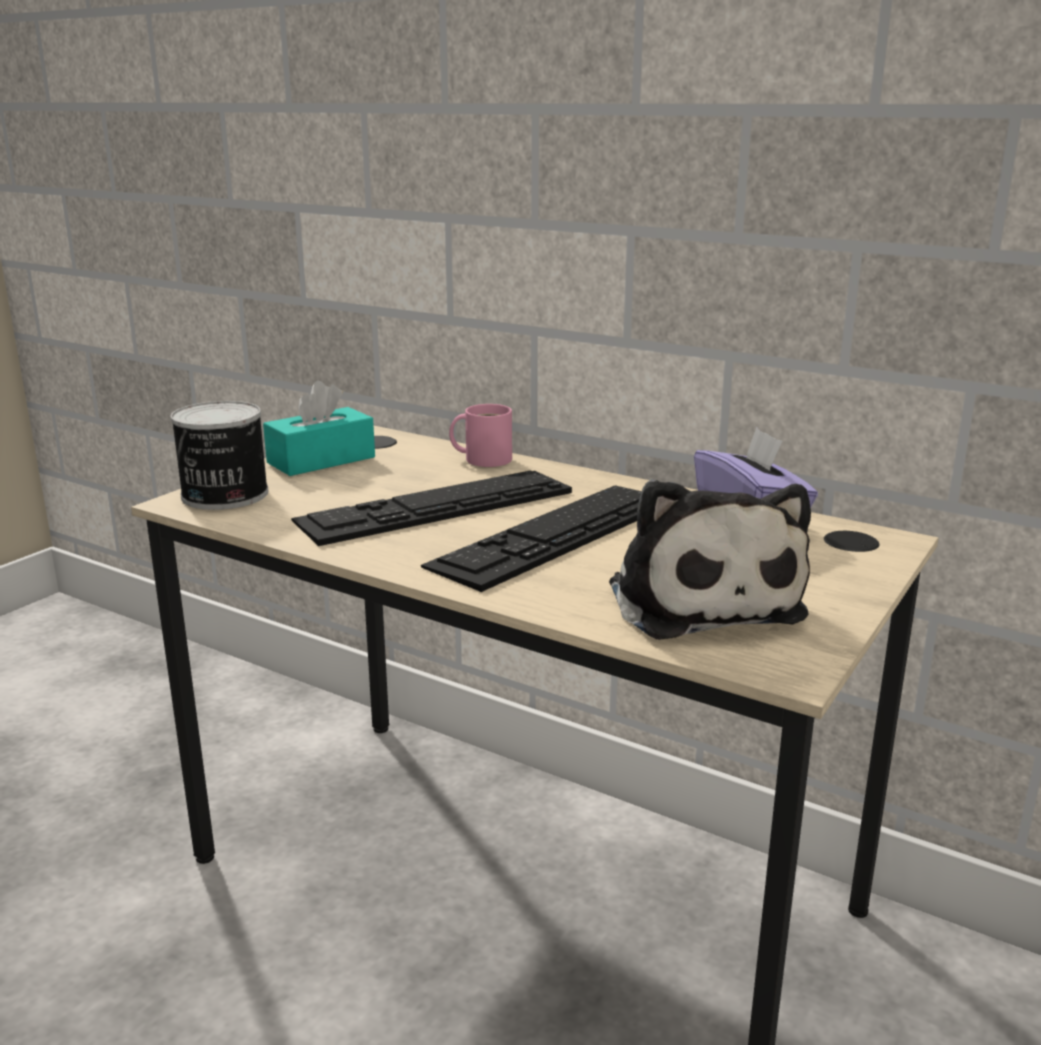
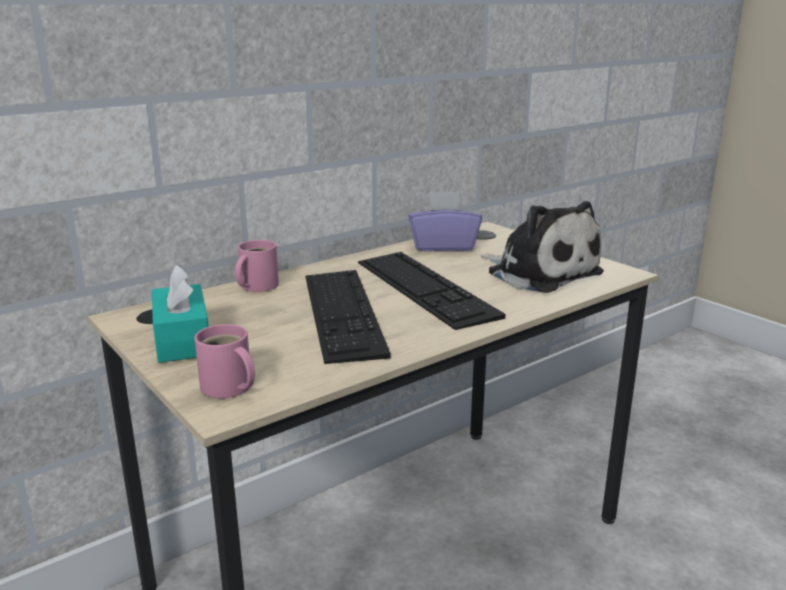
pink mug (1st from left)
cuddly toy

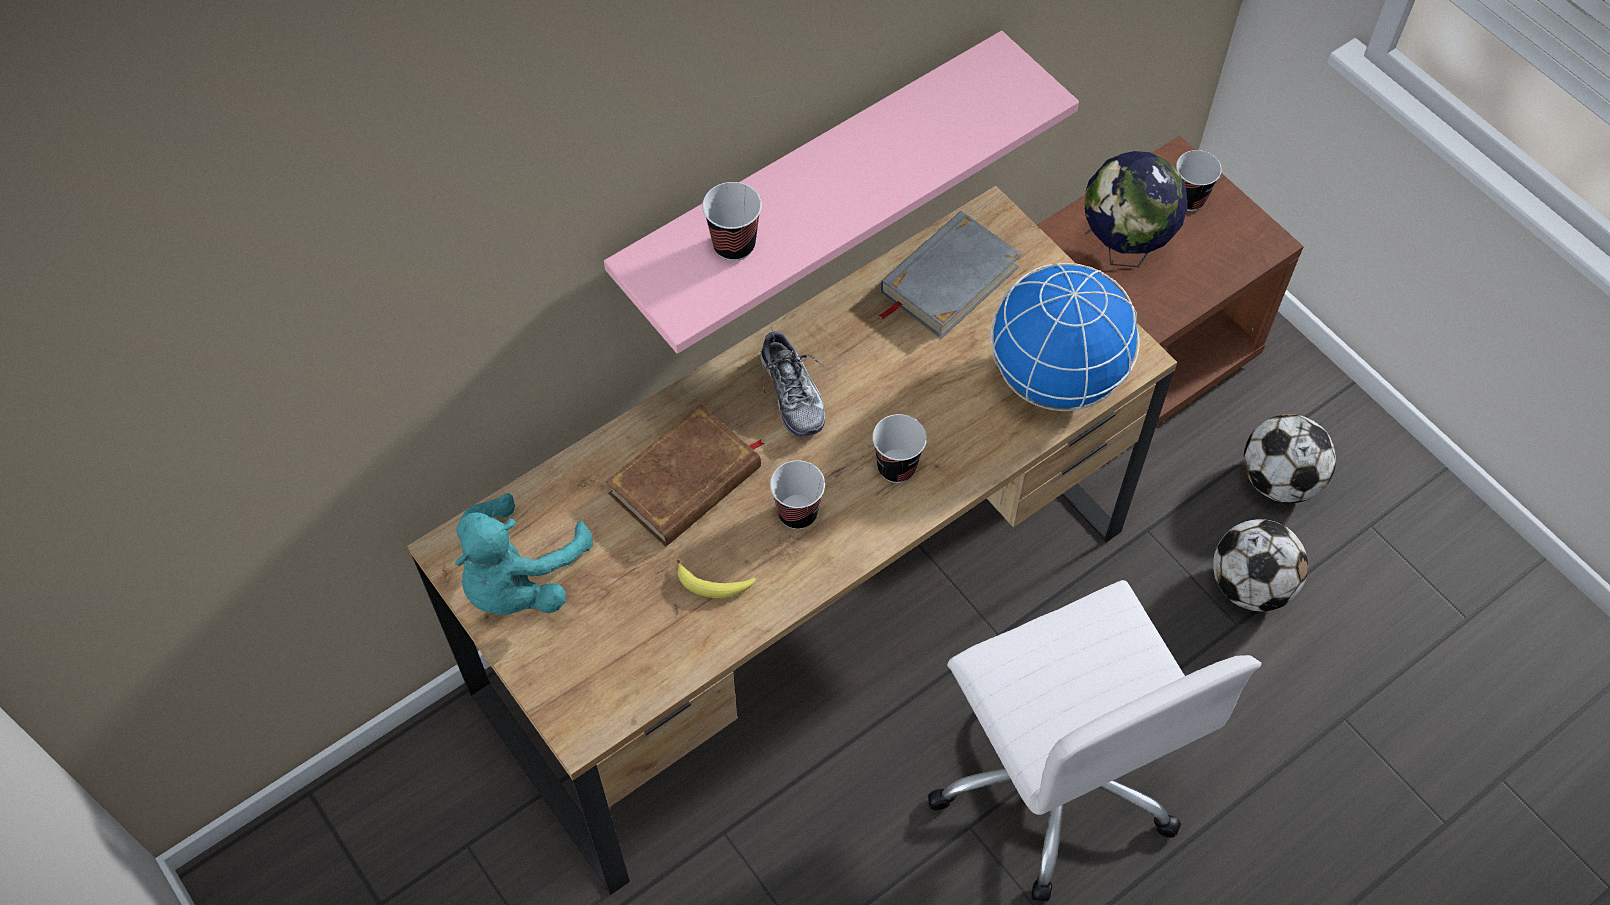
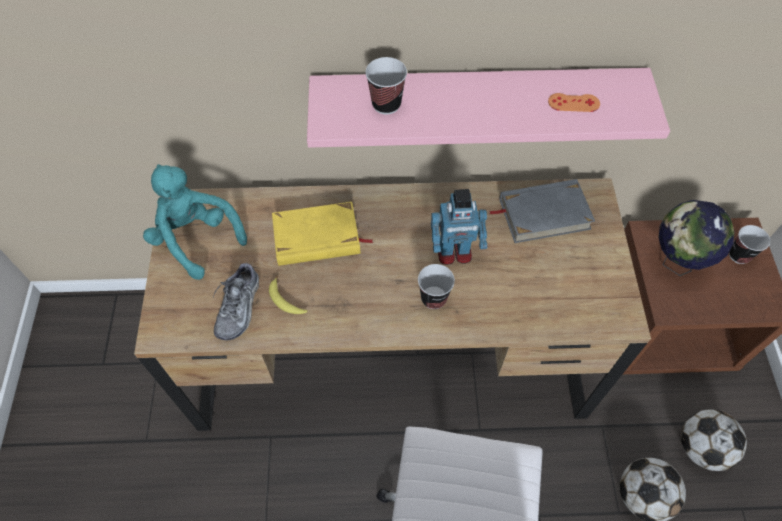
turquoise cuddly toy
shoe
yellow volume
robot figure
orangey gamepad
drinking cup (2nd from left in the first image)
world globe (1st from left in the first image)

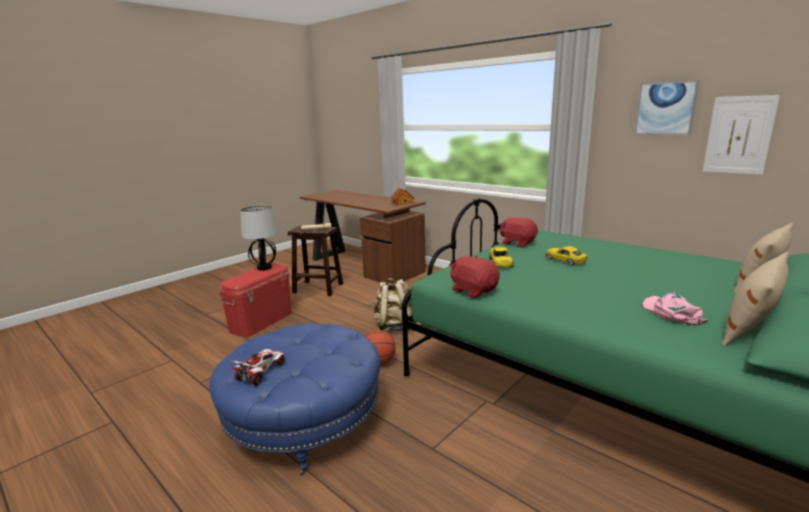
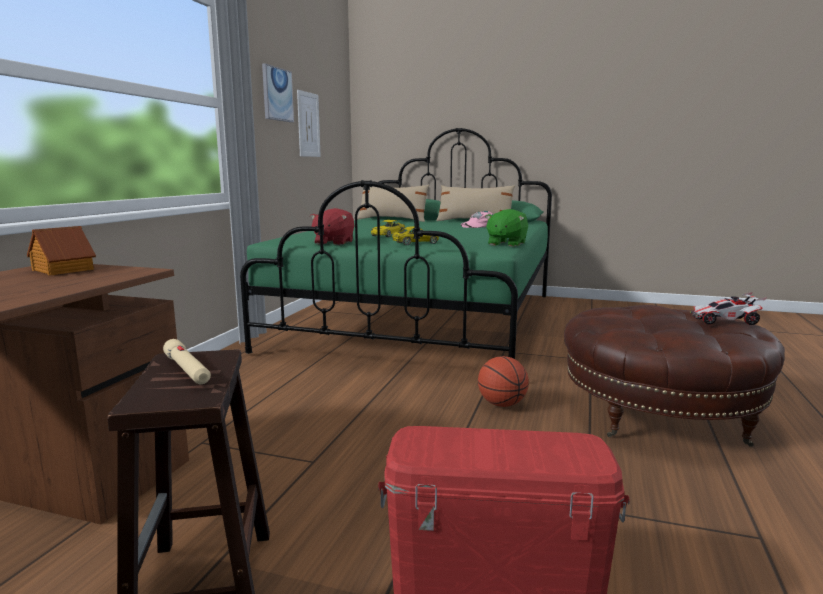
green-coloured cuddly toy
brown-coloured ottoman
lamp for a table
beige-coloured rucksack

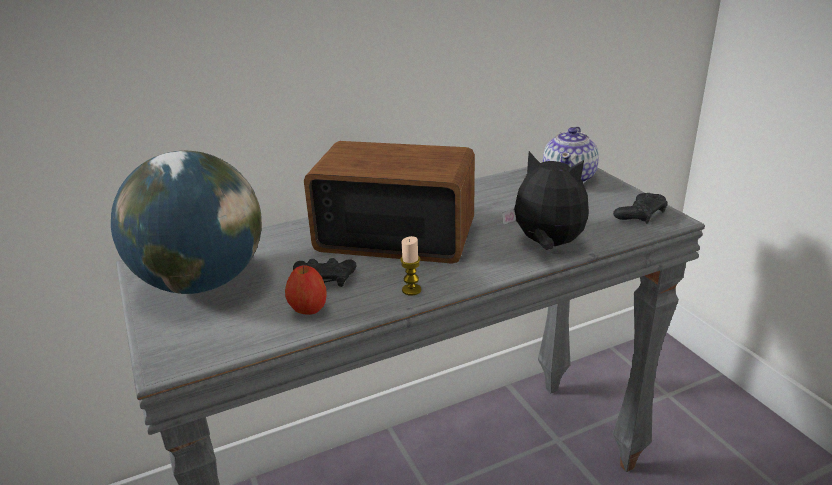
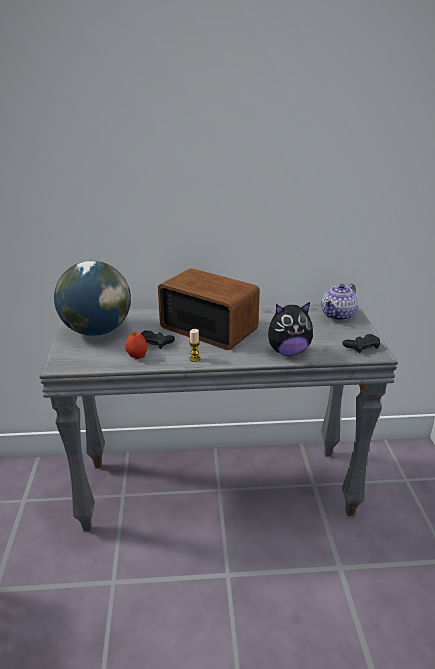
cuddly toy

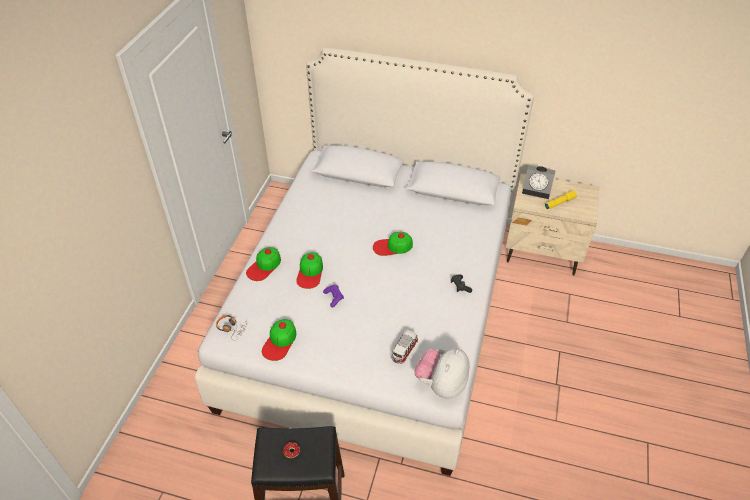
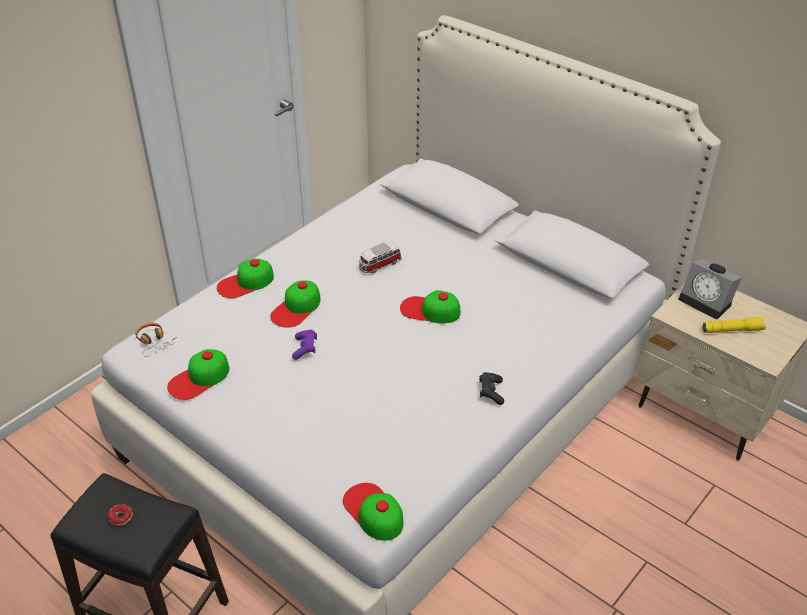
peaked cap (4th from left)
toy car

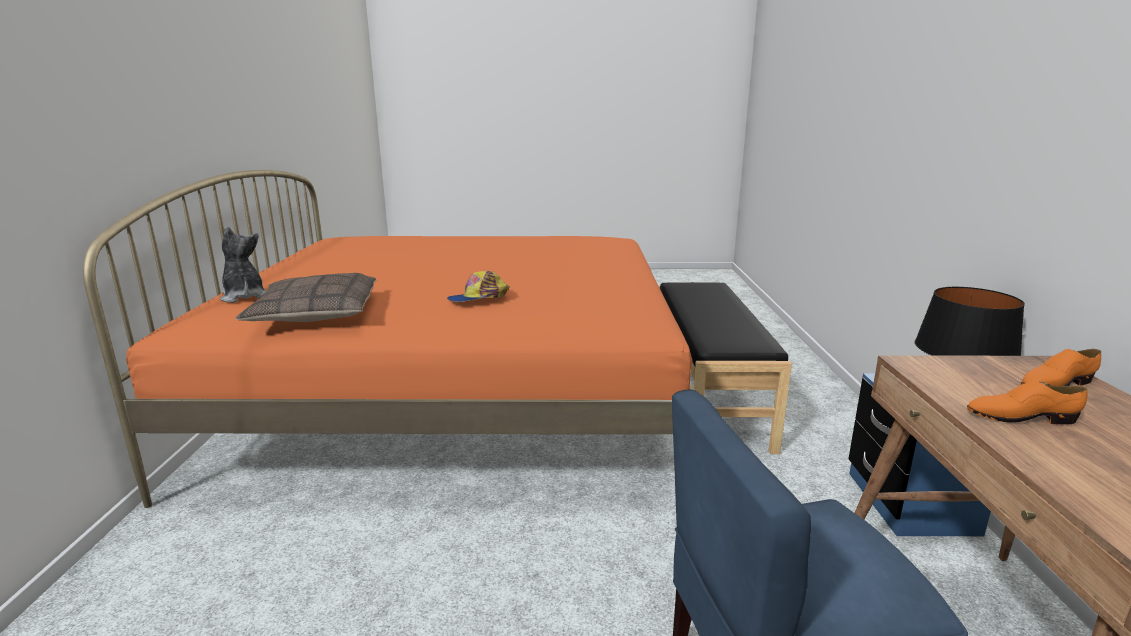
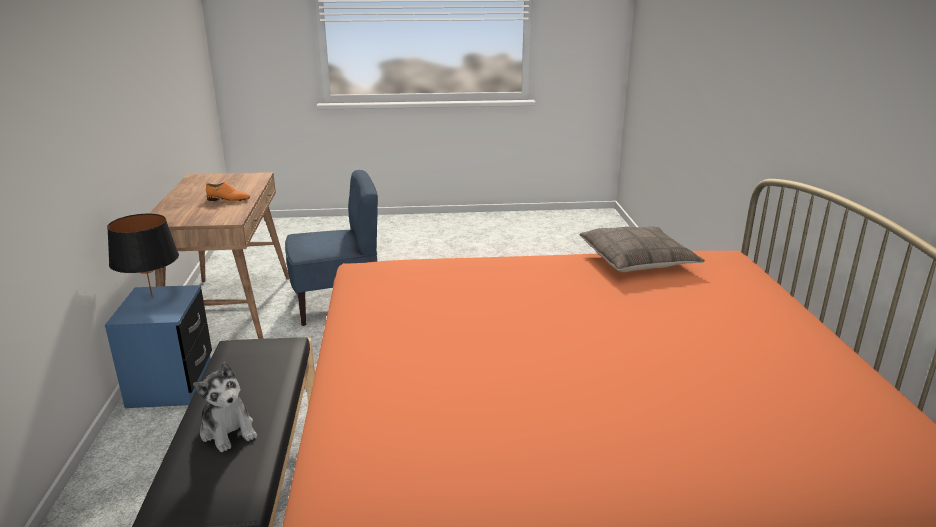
cuddly toy
peaked cap
orangey shoe (2nd from left in the first image)

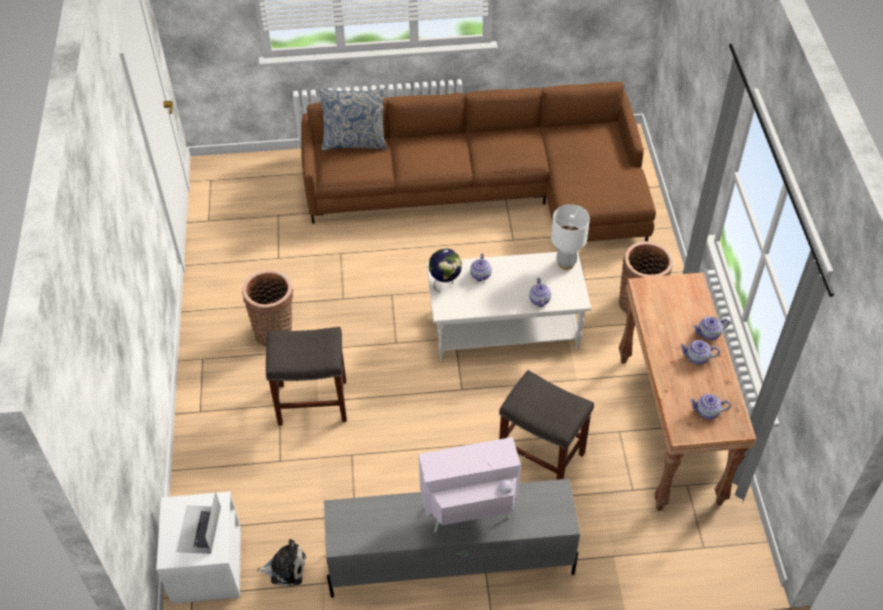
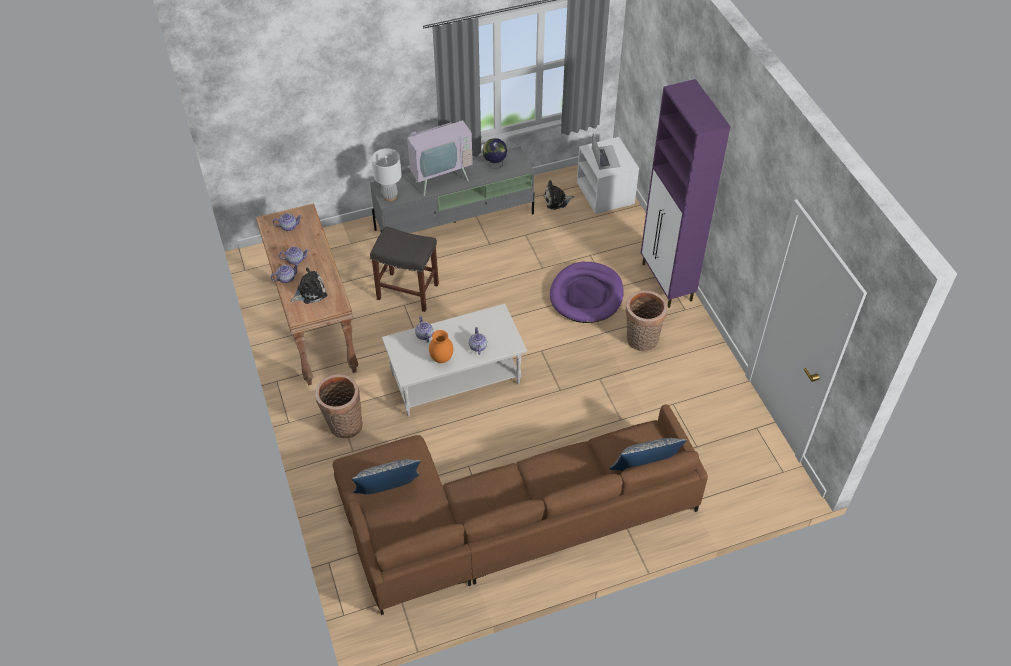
cuddly toy (1st from left)
cushion (1st from left)
white-coloured lamp for a table
orangey vase
world globe
purple-coloured pet bed
purple-coloured cupboard

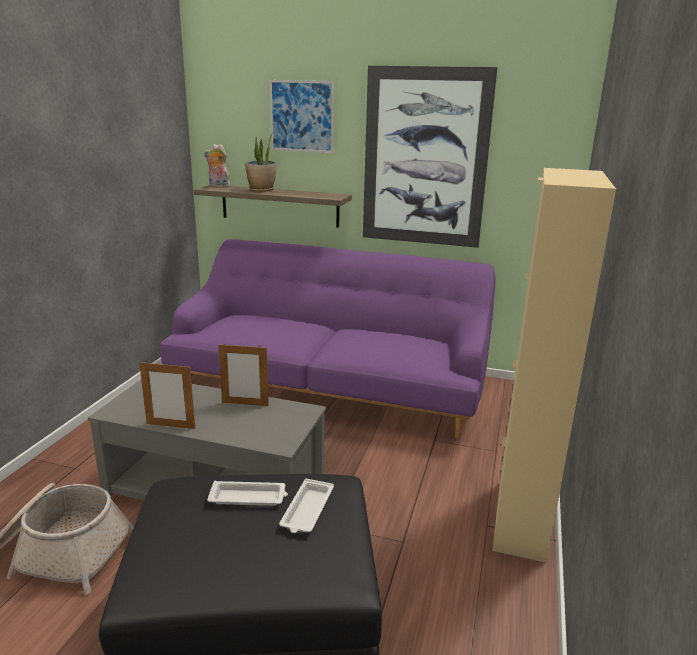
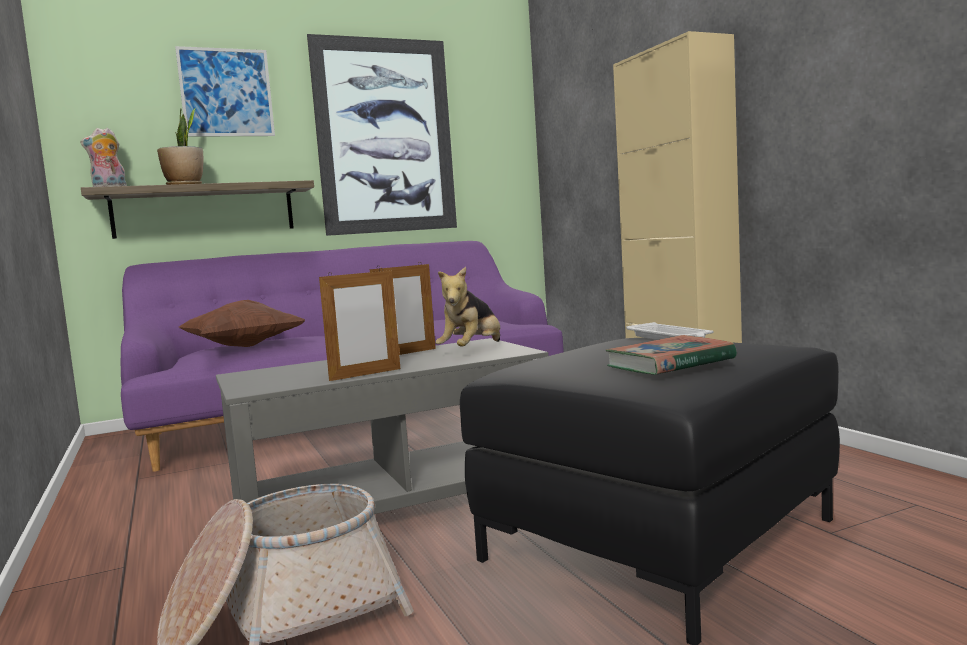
brown-coloured cushion
cuddly toy (2nd from left)
volume
white-coloured tray (1st from left in the first image)

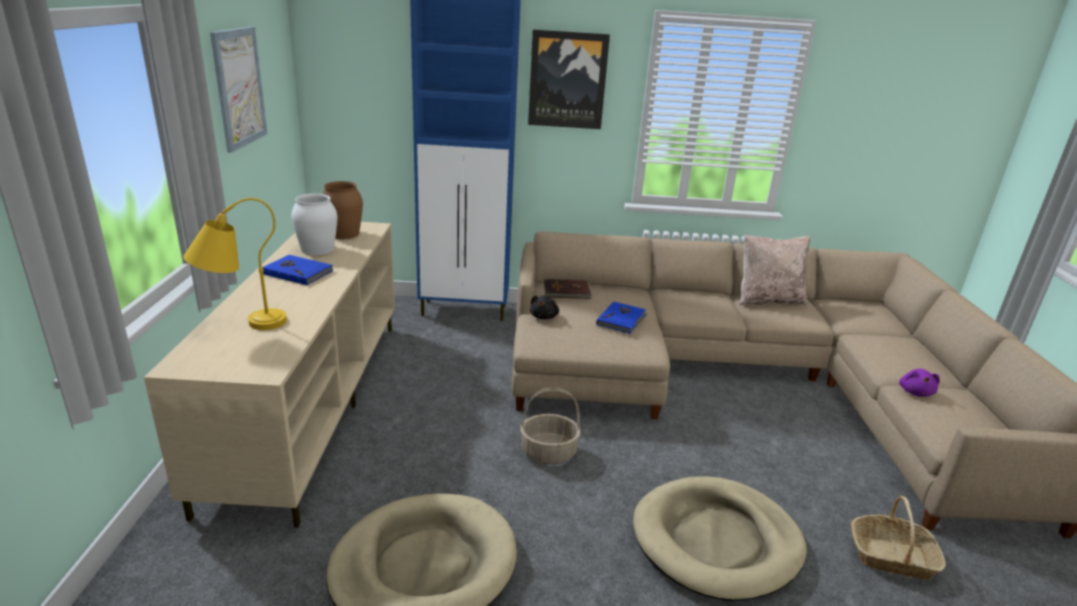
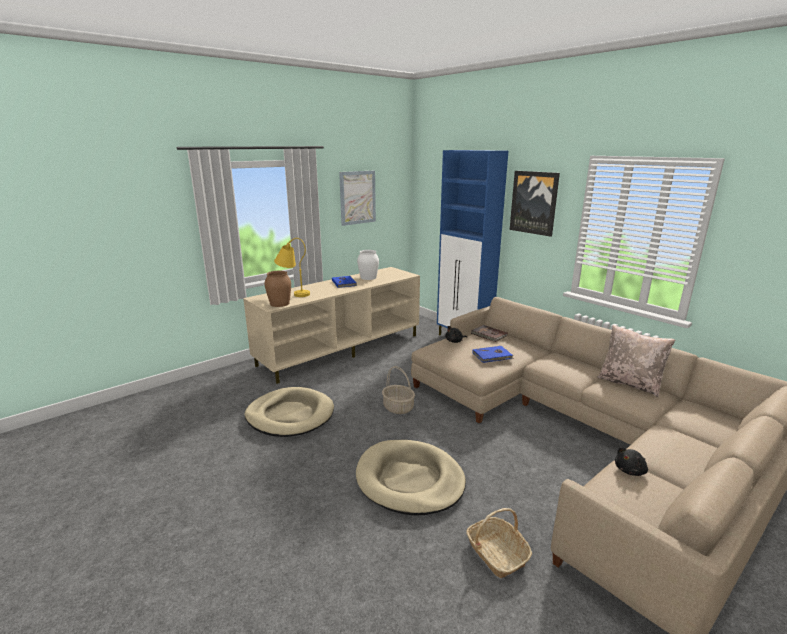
brown-coloured vase
blackish cuddly toy (2nd from left)

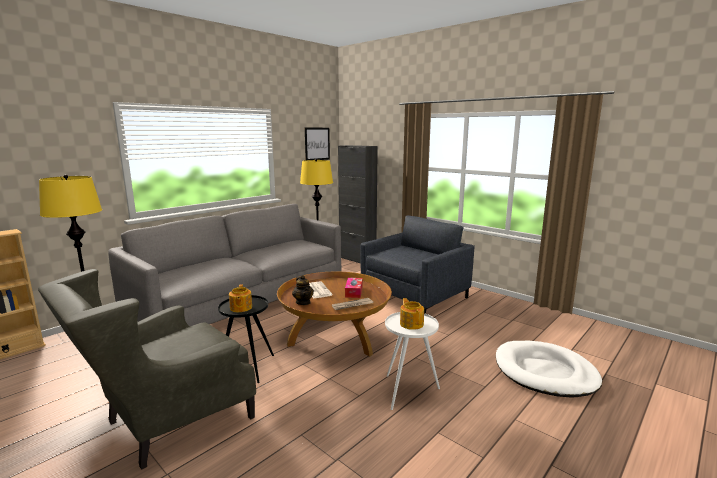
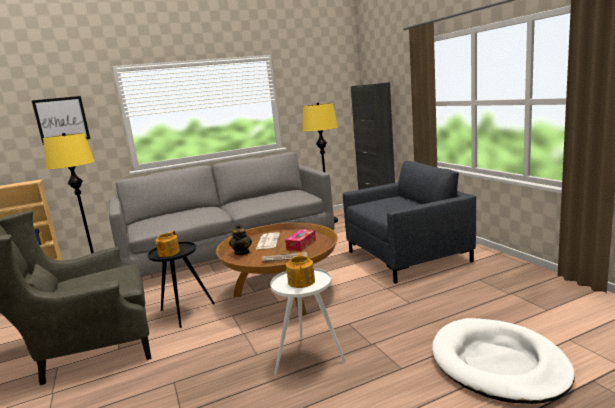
wall art

